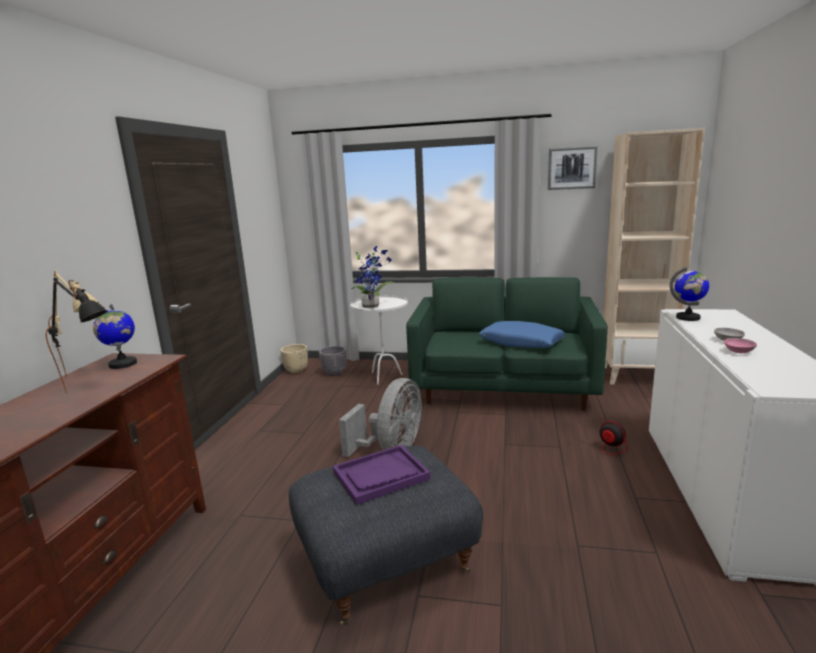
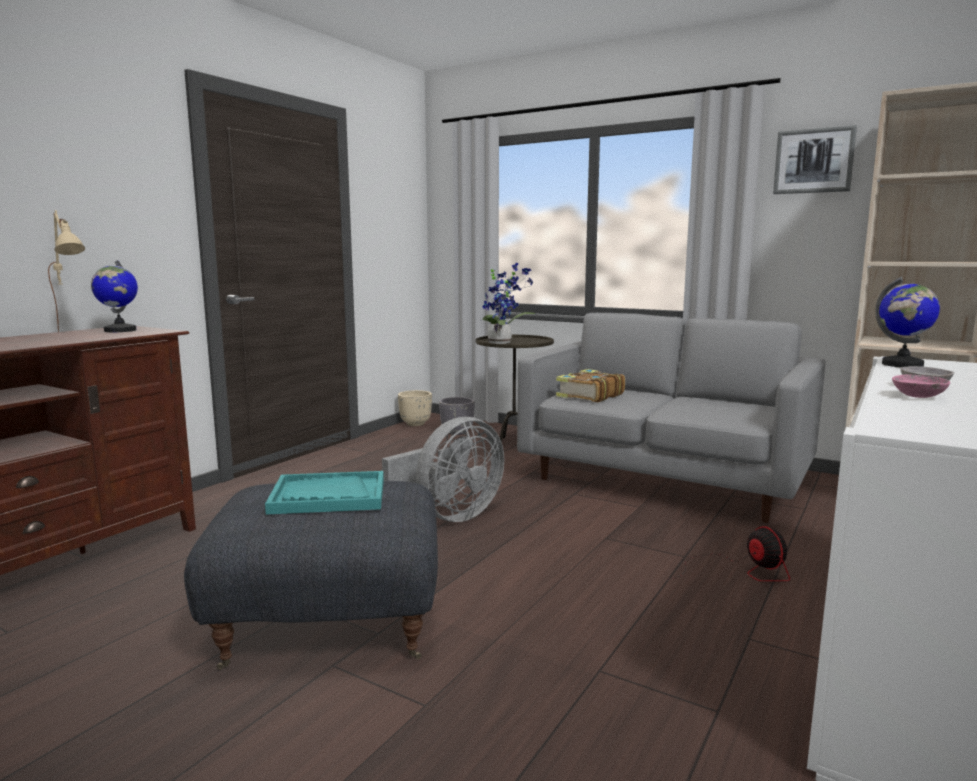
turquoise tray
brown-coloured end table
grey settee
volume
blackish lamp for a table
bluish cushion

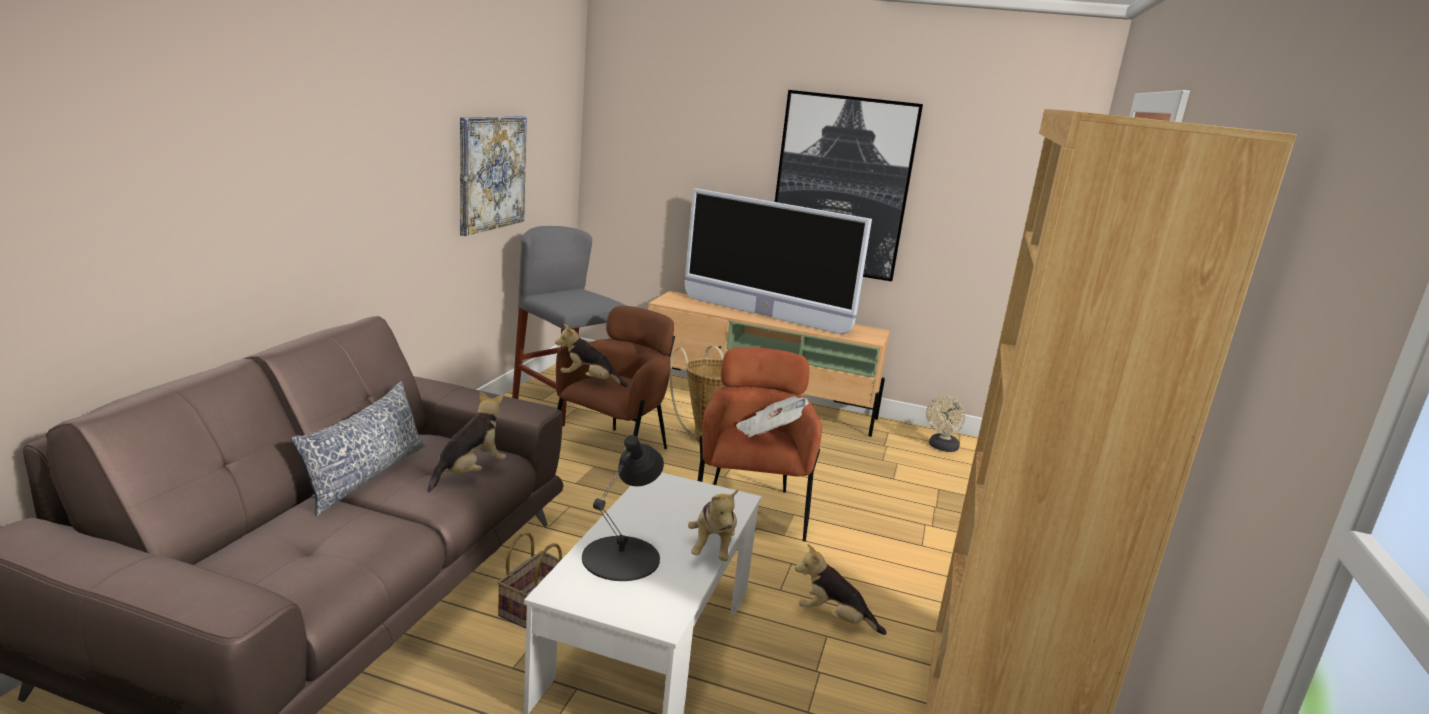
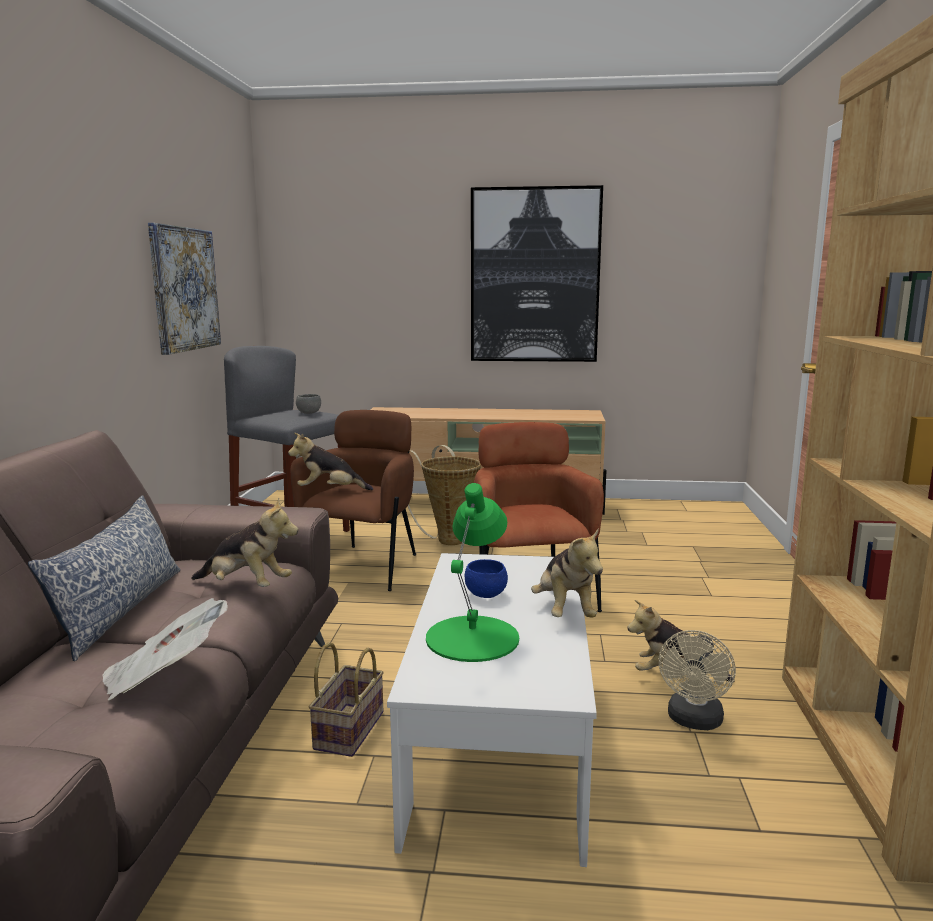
newspaper
cuddly toy (1st from left)
grey serving bowl
green-coloured lamp for a table
bluish serving bowl
beige-coloured fan
TV

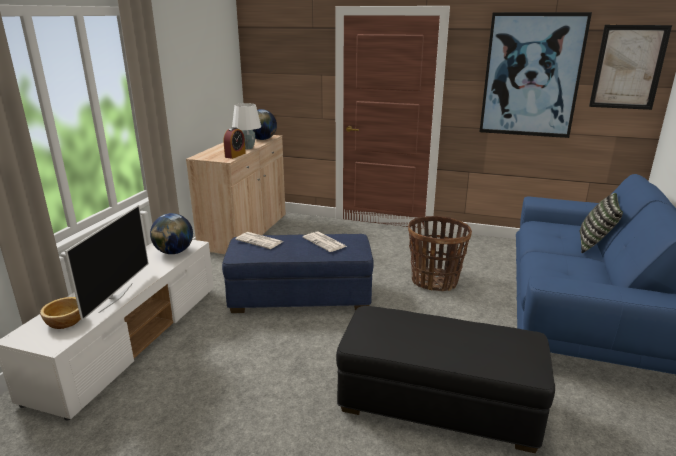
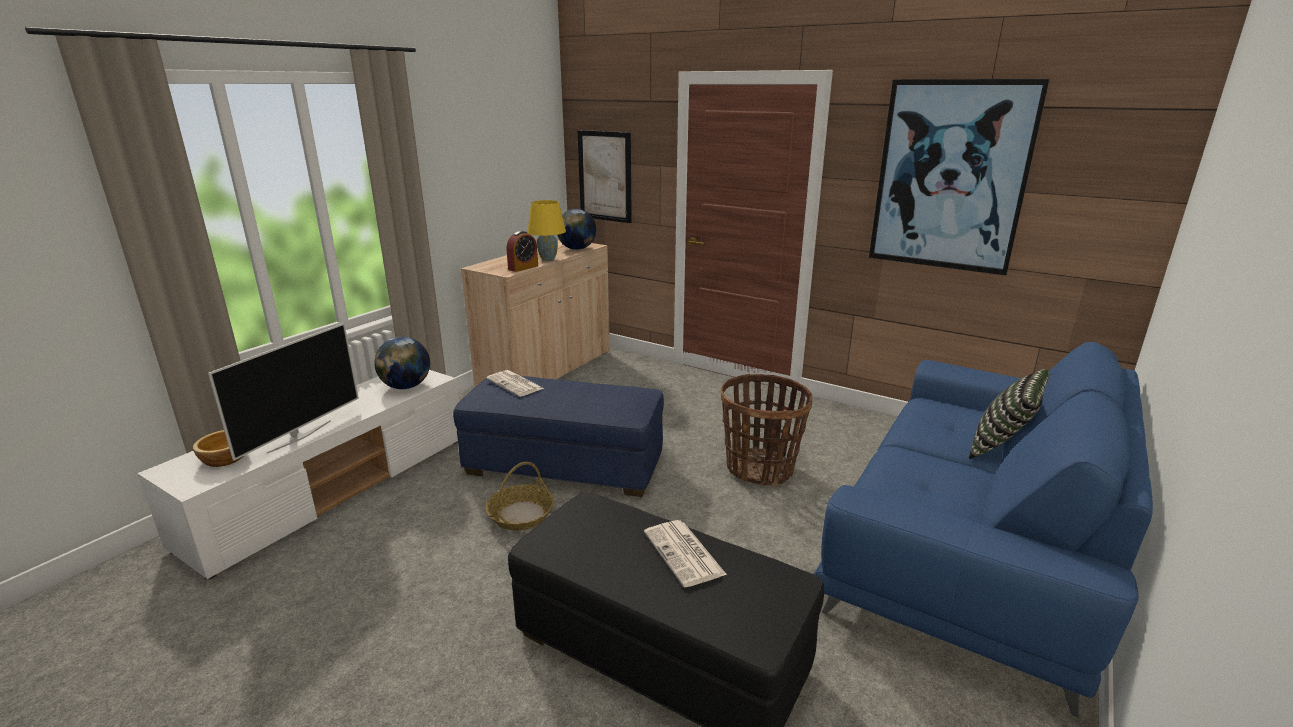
household basket (1st from left)
yellow lamp for a table
wall art (1st from left)
newspaper (2nd from left)

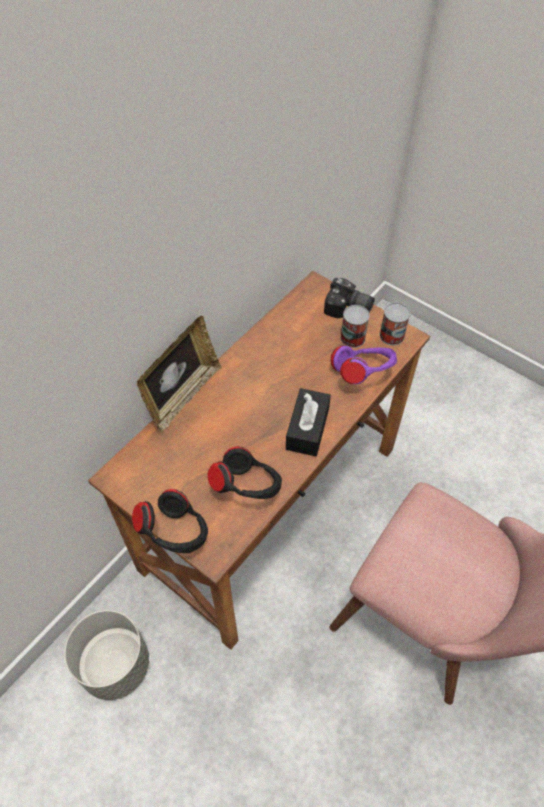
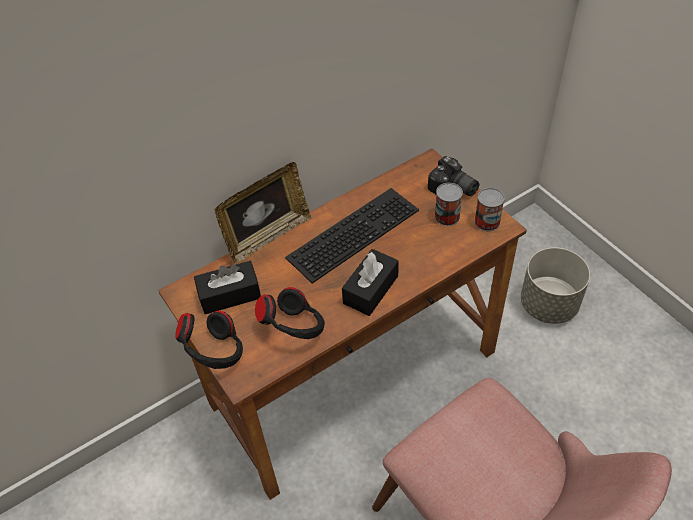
blackish tissue box (1st from left)
computer keyboard
grey planter
purple-coloured pair of headphones

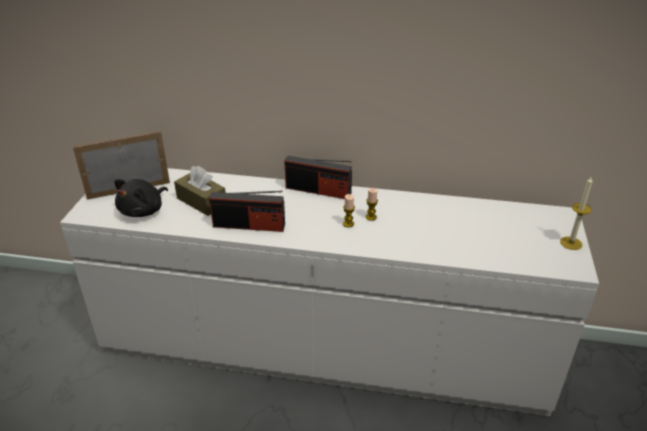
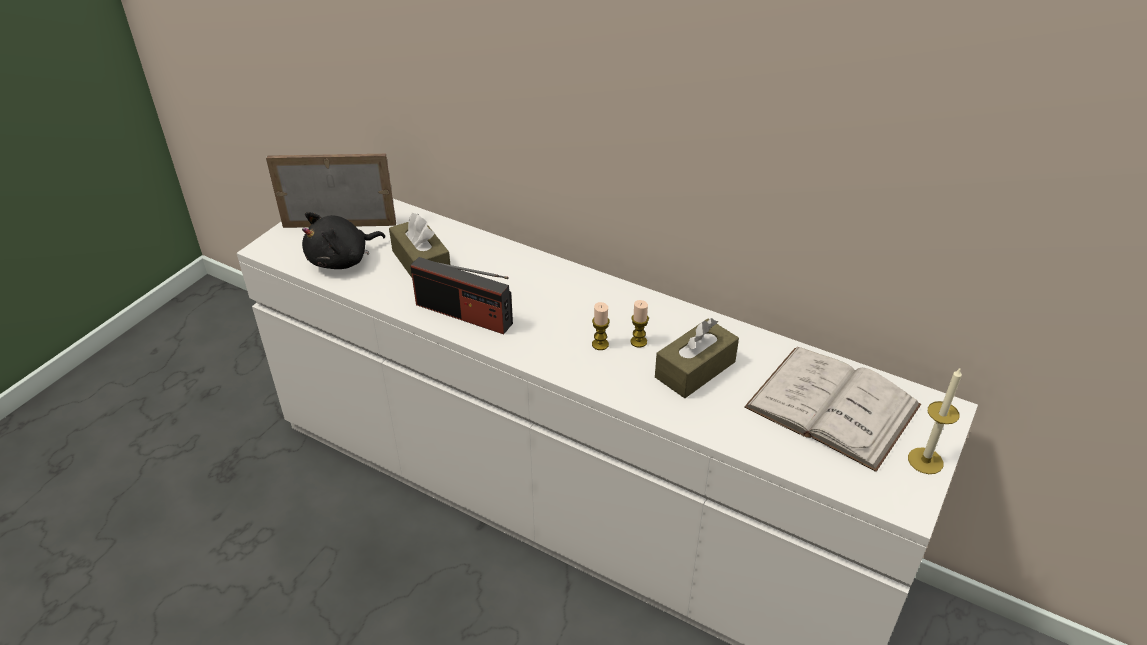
brown-coloured tissue box (2nd from left)
white-coloured volume
radio (2nd from left in the first image)

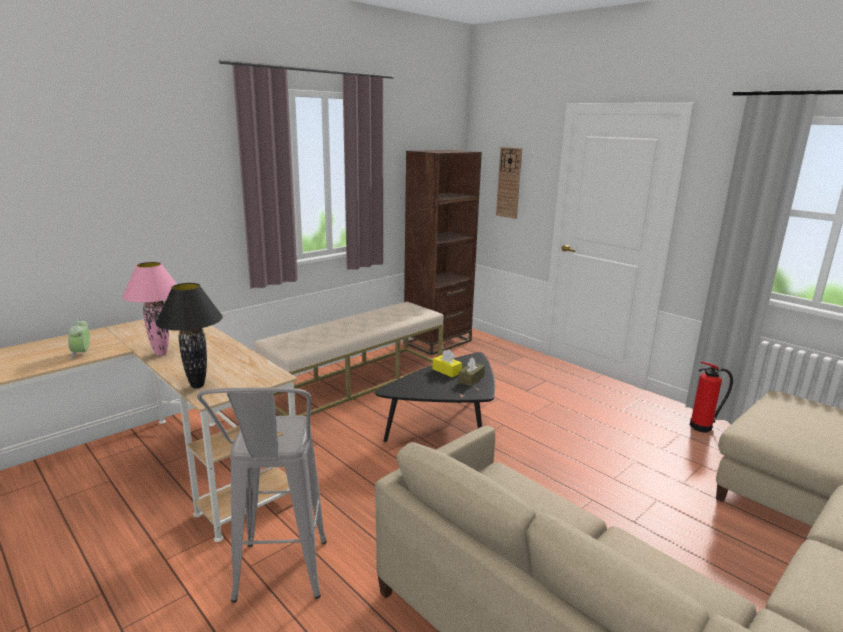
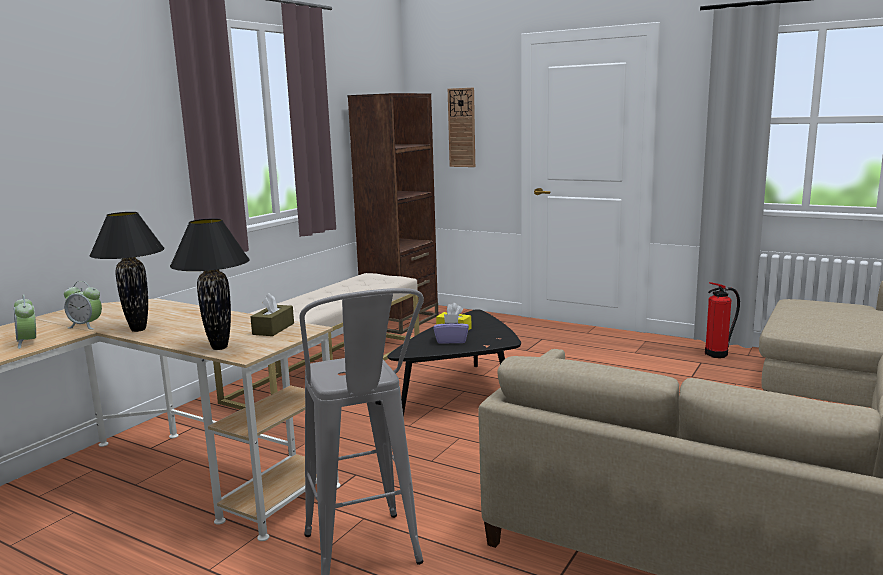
bedside clock (2nd from left)
blackish lamp for a table (1st from left)
brown-coloured tissue box
purple-coloured tissue box

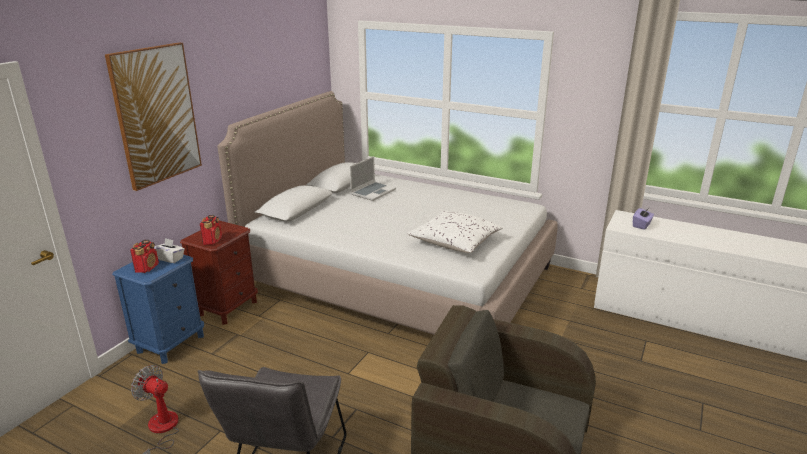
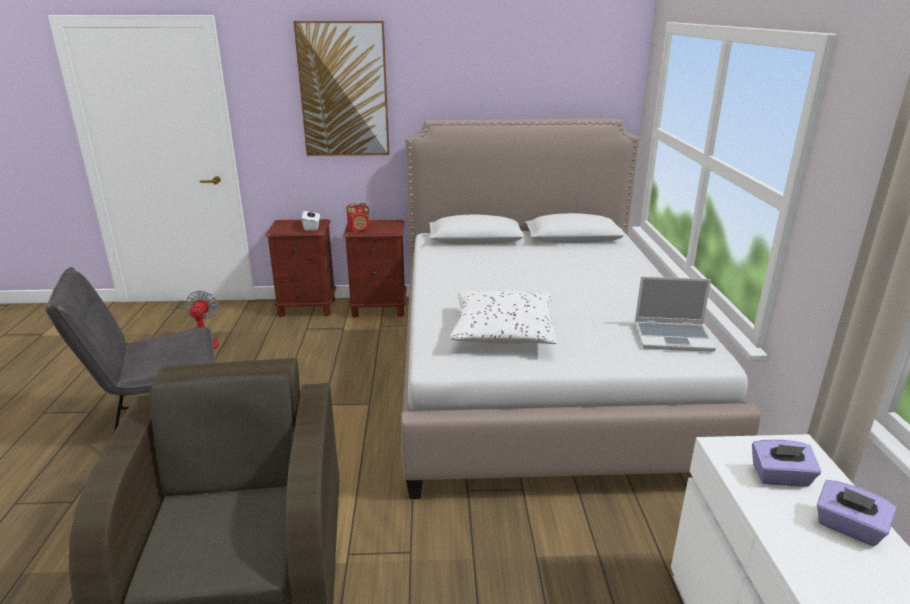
brown-coloured night table (1st from left)
laptop
purple-coloured tissue box (2nd from left)
radio (1st from left in the first image)

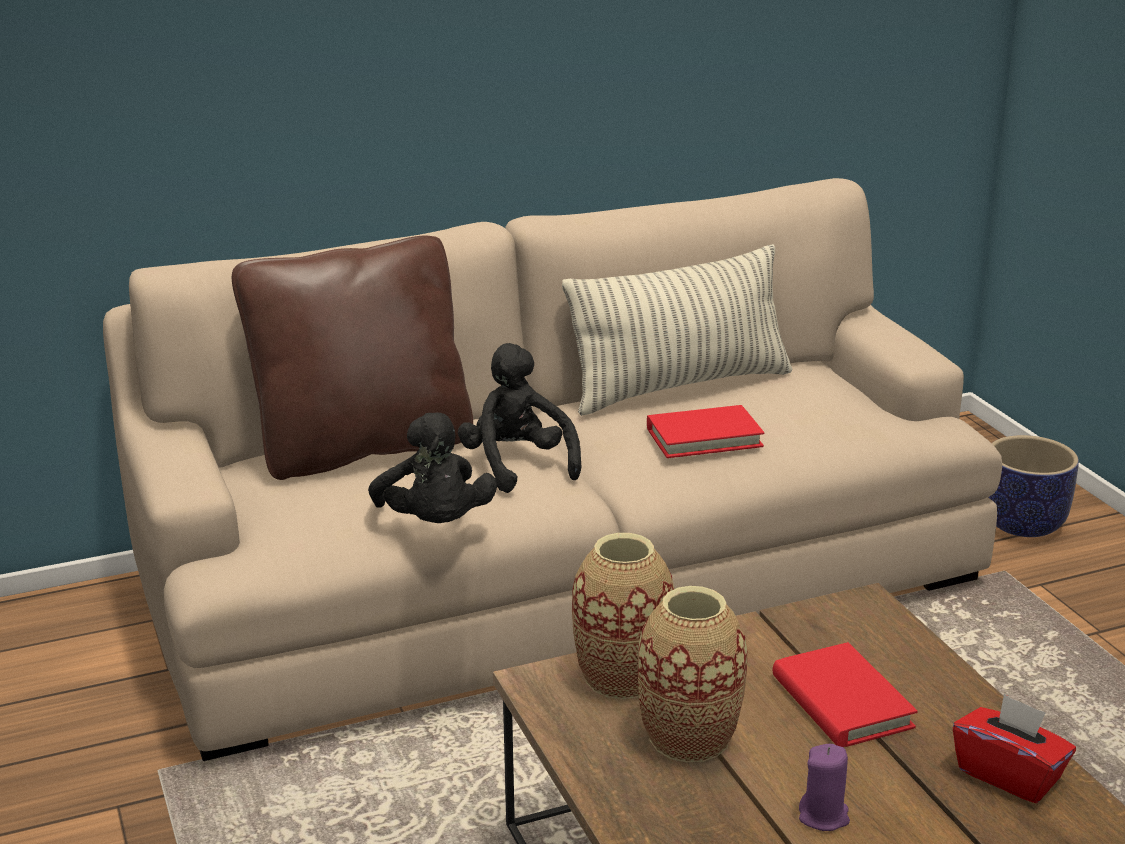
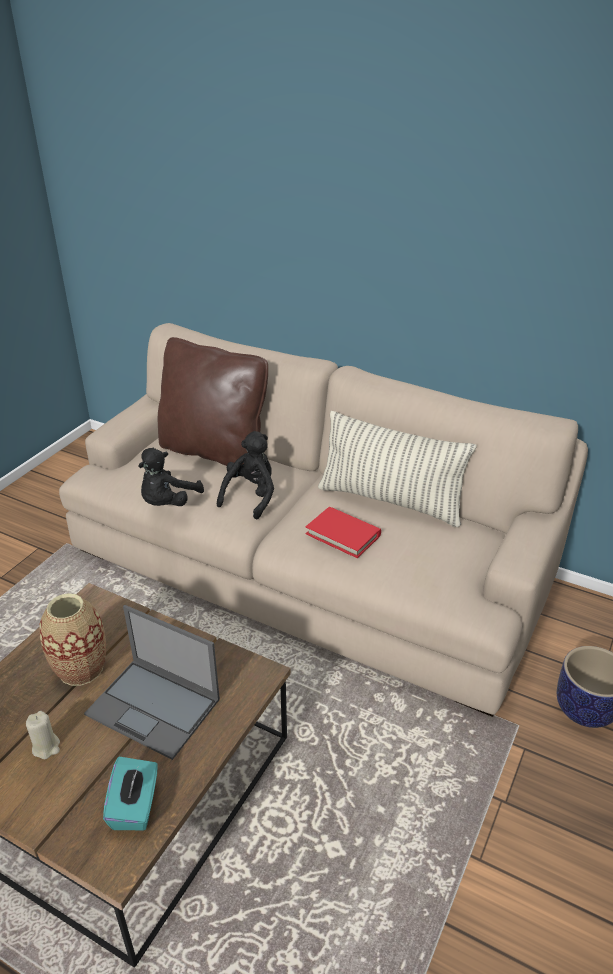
beige-coloured wax candle
laptop
turquoise tissue box
vase (1st from left in the first image)

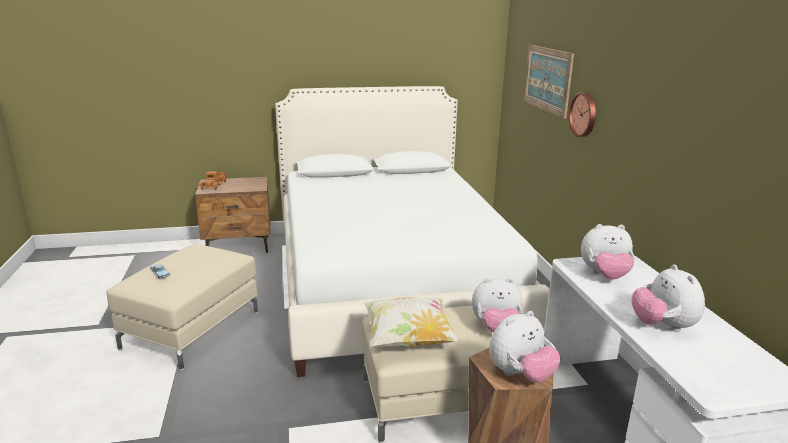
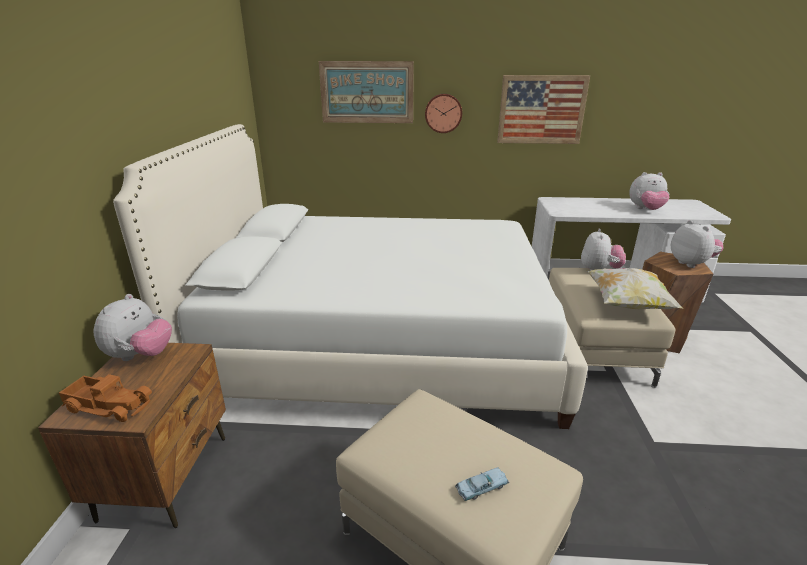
cuddly toy (1st from left)
wall art (2nd from left)

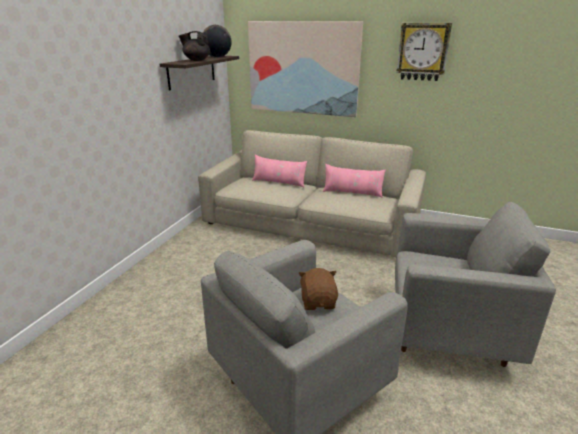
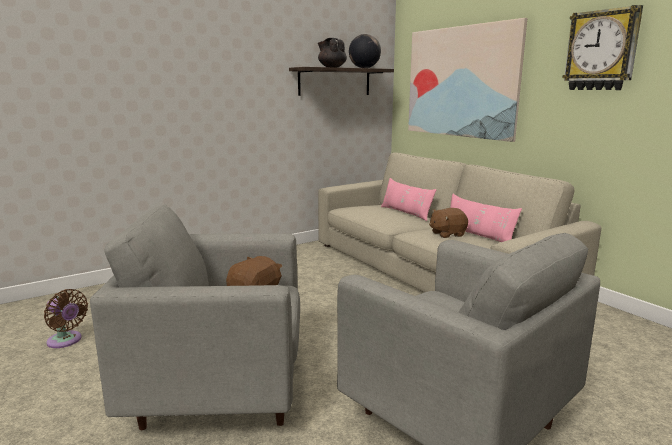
brown-coloured fan
brown-coloured cuddly toy (2nd from left)

